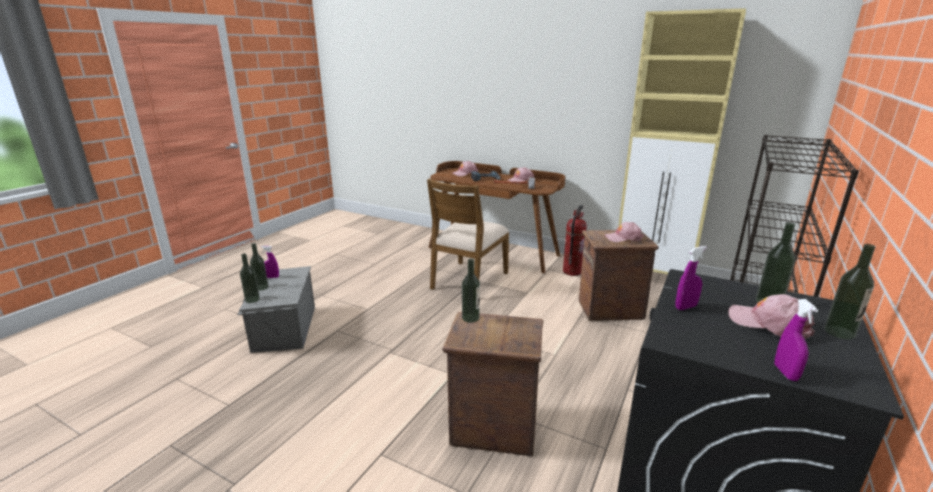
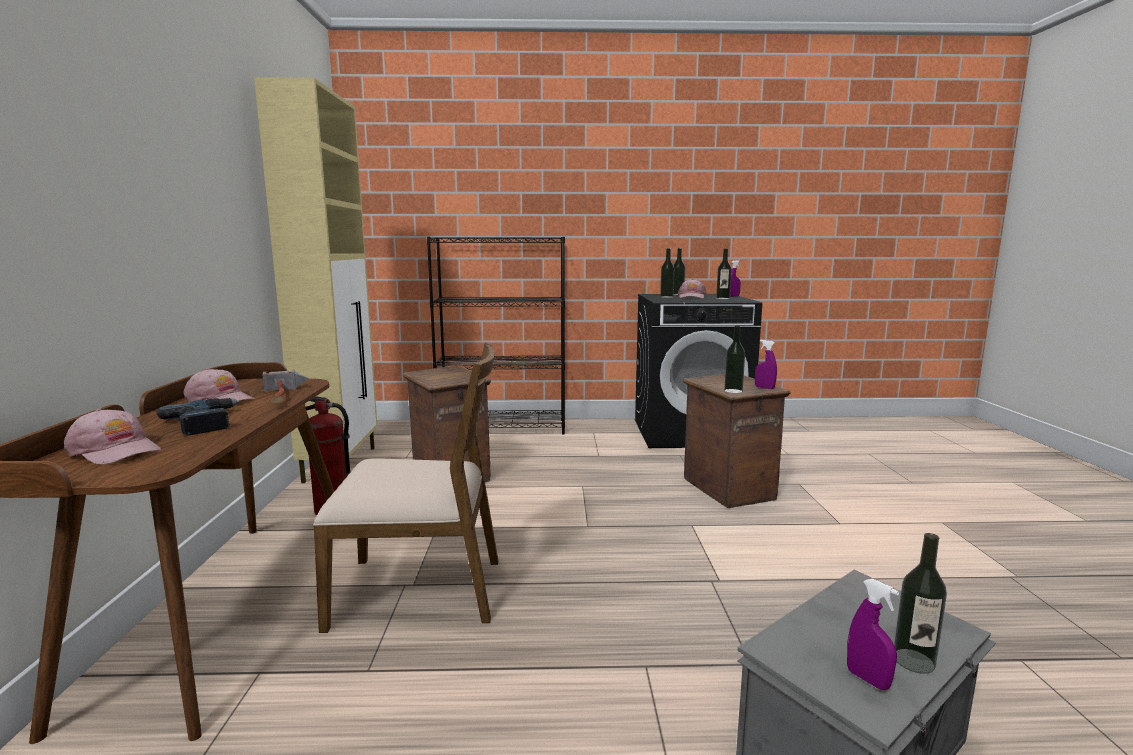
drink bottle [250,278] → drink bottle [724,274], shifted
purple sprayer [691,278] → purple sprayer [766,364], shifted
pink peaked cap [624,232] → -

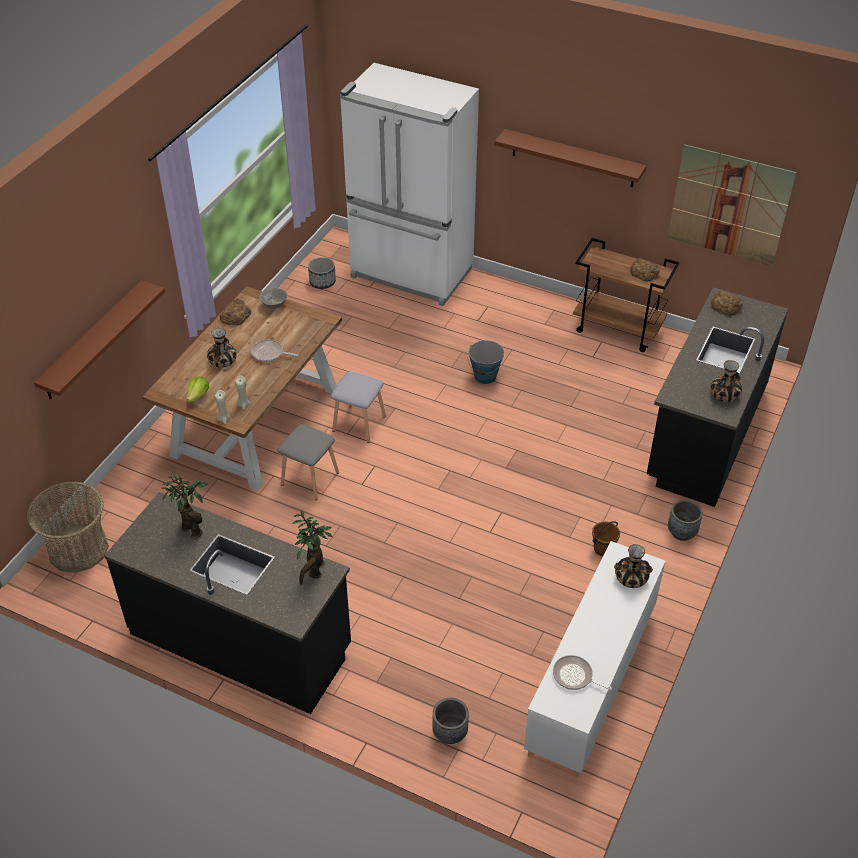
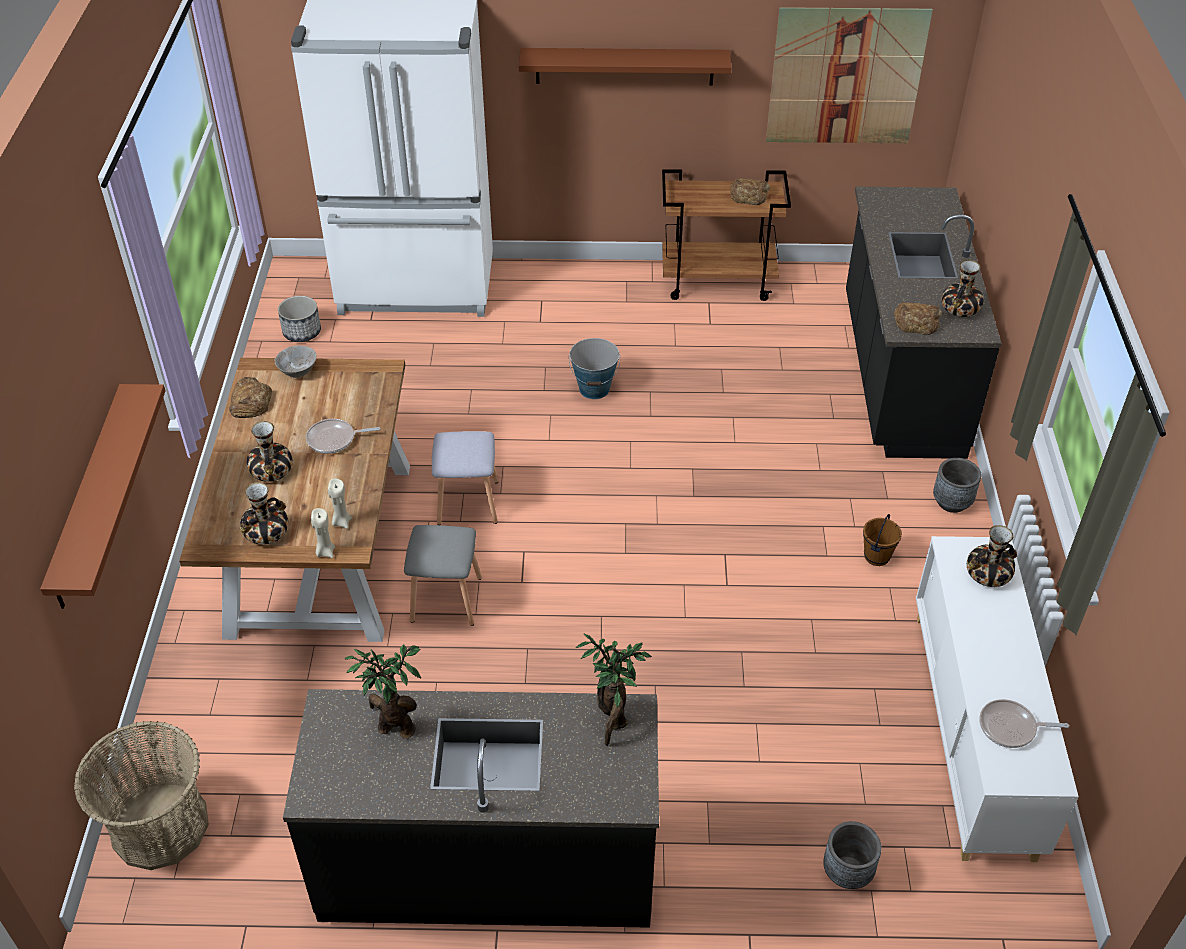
lettuce [198,389] → decorative vase [264,513]
bread [727,303] → bread [918,319], shifted

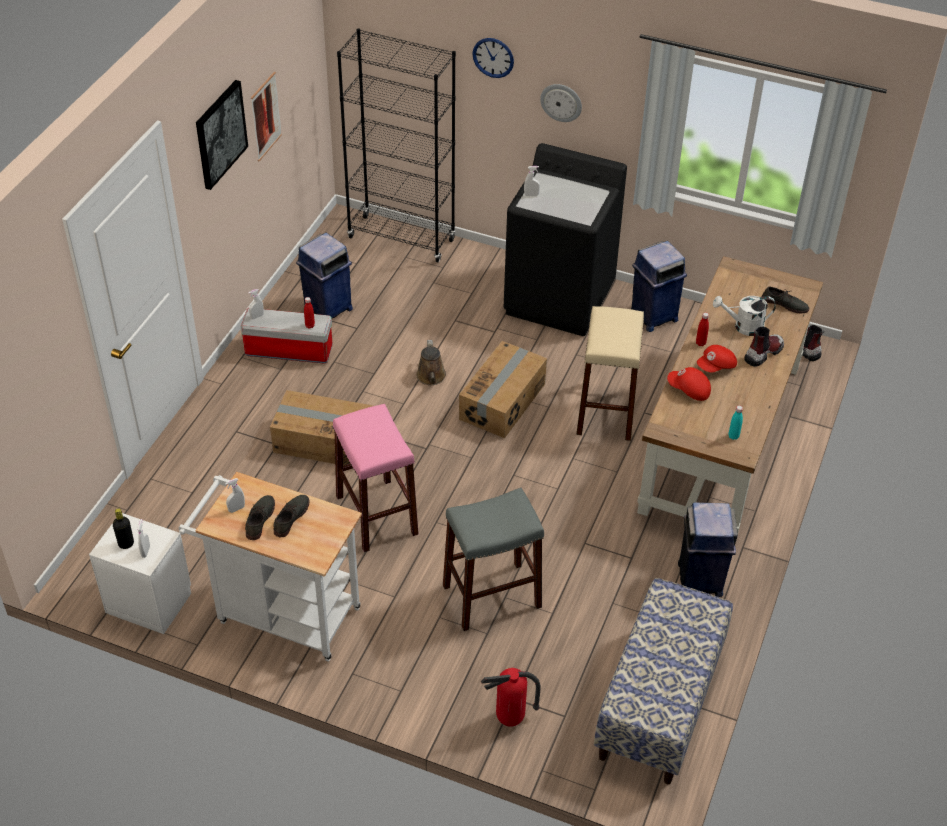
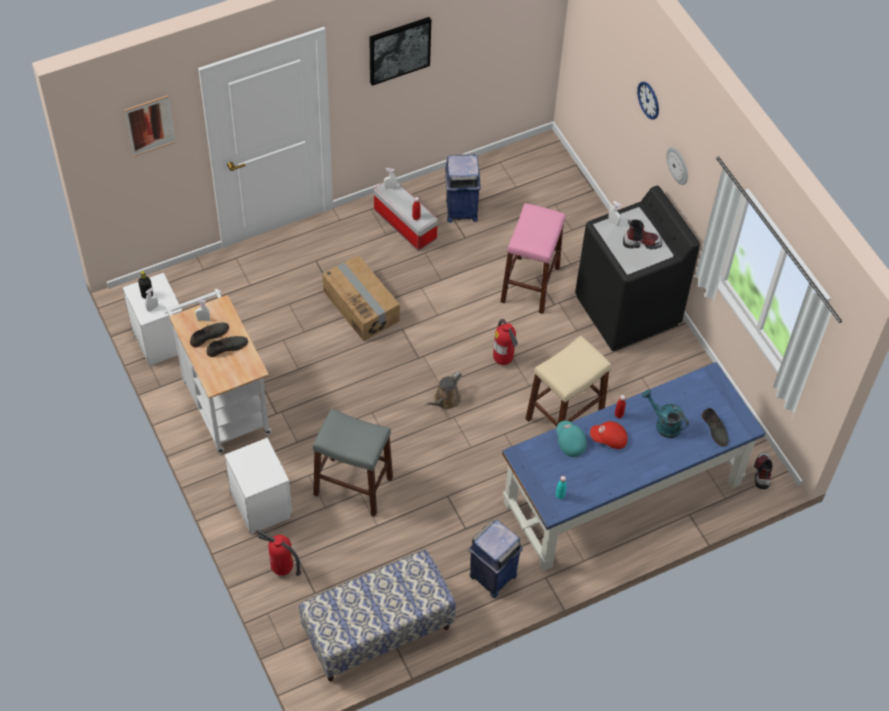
wall art [266,116] → wall art [150,125], shifted
- → whitish night table [258,486]
brown watering pot [431,362] → brown watering pot [443,390], shifted
cardboard box [503,389] → fire extinguisher [505,342]
pink stool seat [376,478] → pink stool seat [532,258], shifted
brown desk unit [730,394] → blue desk unit [633,466]
reddish peaked cap [689,384] → turquoise-coloured peaked cap [571,439]
high-top boot [764,346] → high-top boot [642,234], shifted
whitish watering pot [744,316] → turquoise-coloured watering pot [665,413]
black-coloured bookshelf [396,145] → -
blue trash can [659,286] → -

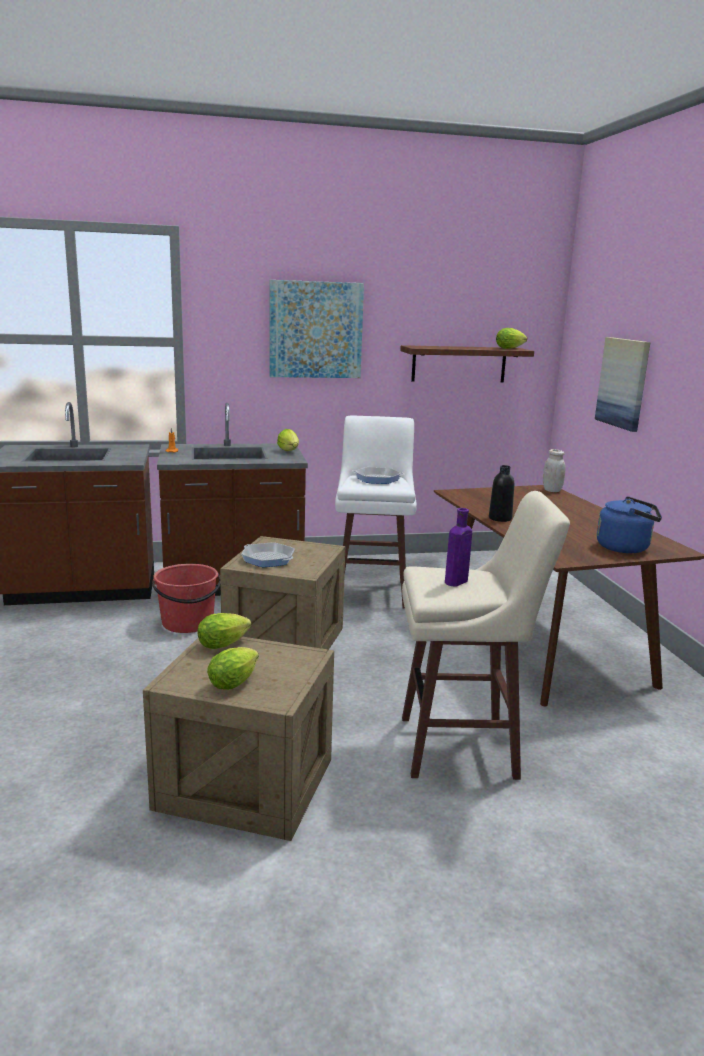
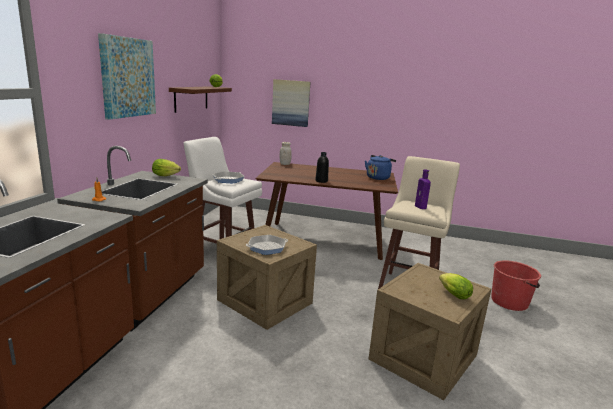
reddish bucket [186,598] → reddish bucket [516,285], shifted
lettuce [224,631] → -

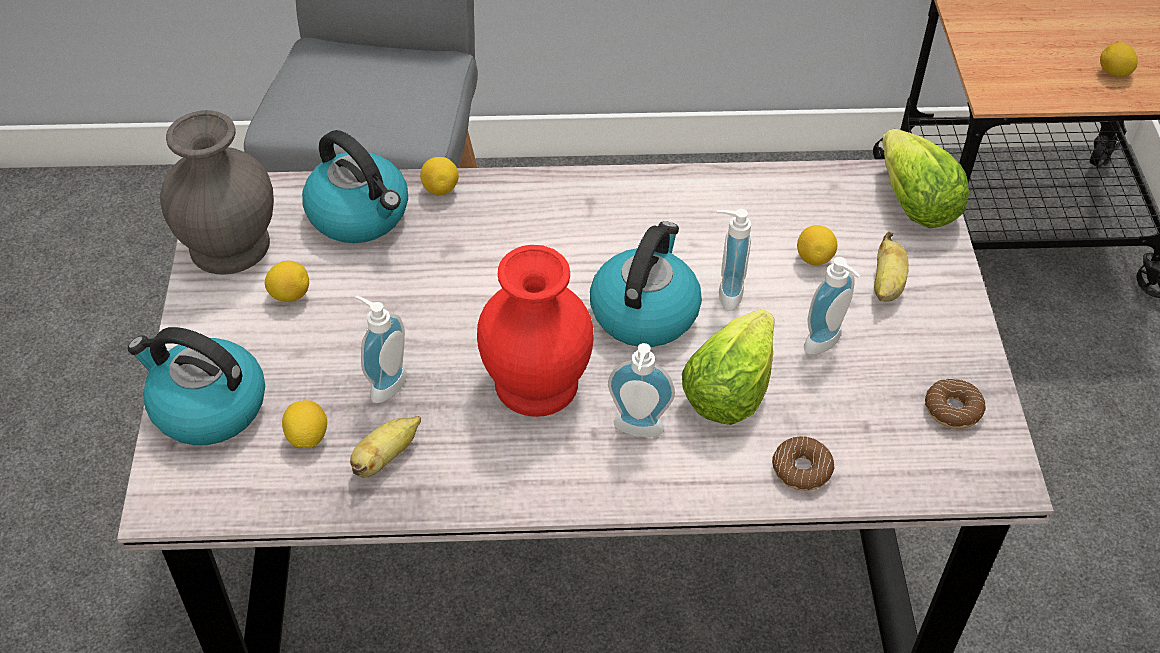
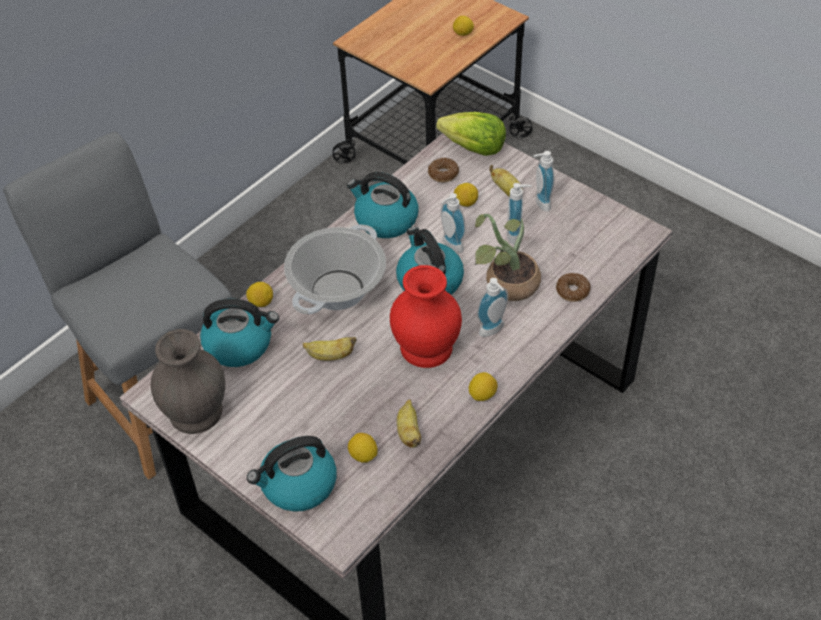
- → saucepot [335,269]
- → whole banana [329,349]
- → water kettle [383,205]
donut [955,403] → donut [443,170], shifted
lemon [287,281] → lemon [483,386], shifted
lettuce [728,367] → plant in a pot [508,257]
liquid soap bottle [381,349] → liquid soap bottle [544,181], shifted

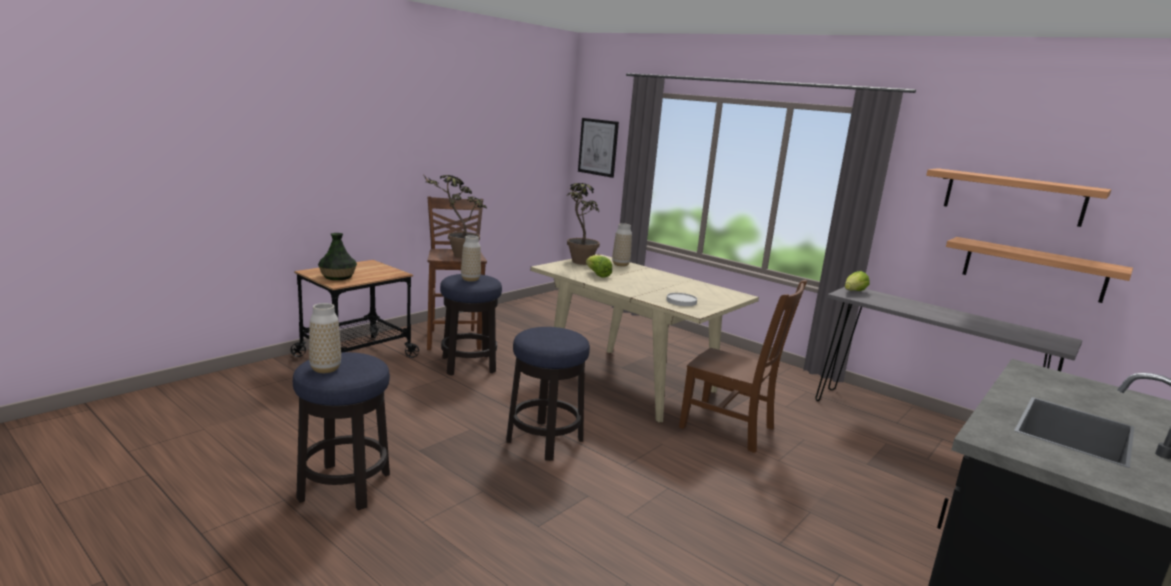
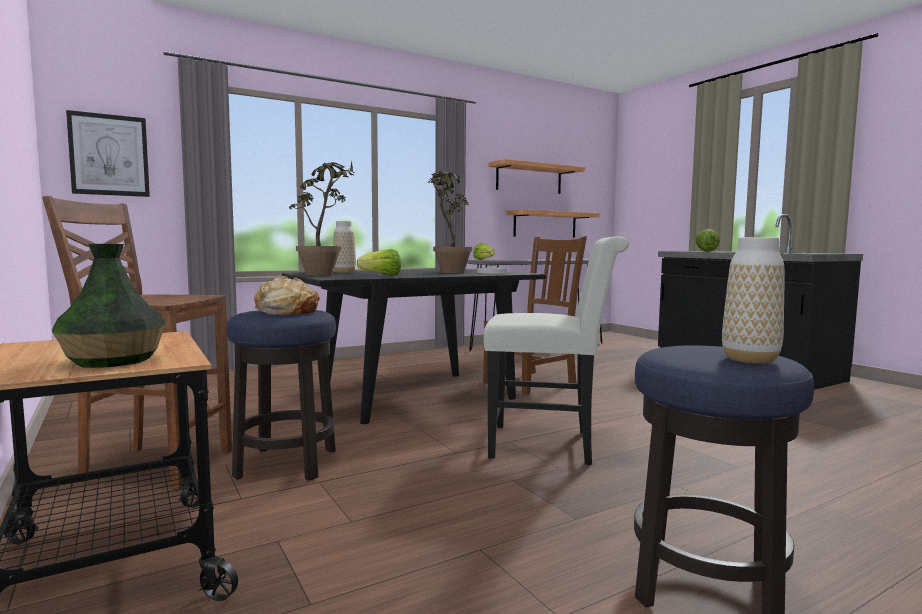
decorative vase [471,258] → bread [287,295]
beige-coloured dinner table [644,338] → black-coloured dinner table [414,346]
plant in a pot [454,215] → plant in a pot [450,222], shifted
stool seat [548,394] → whitish chair [556,350]
- → lettuce [708,240]

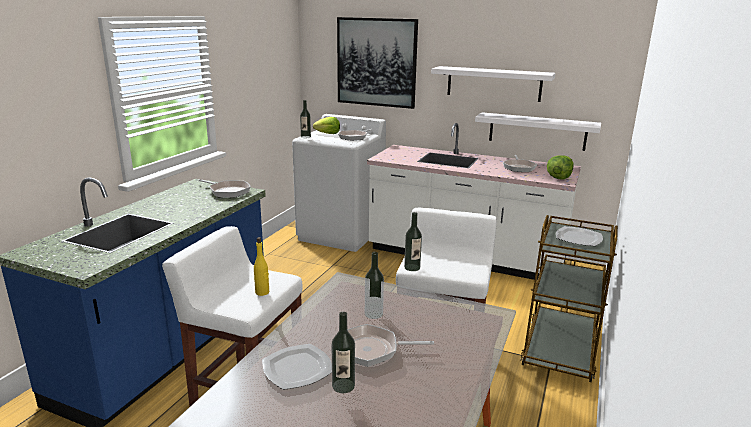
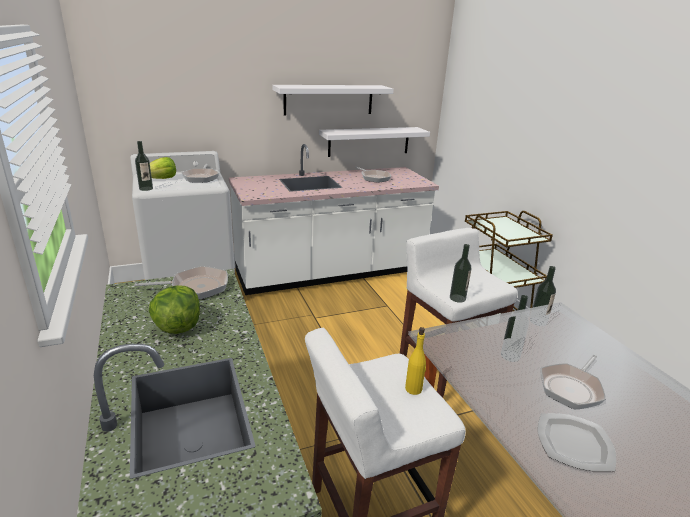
lettuce [560,167] → lettuce [174,309], shifted
drink bottle [343,352] → drink bottle [543,296], shifted
wall art [377,63] → -
plate [579,236] → -

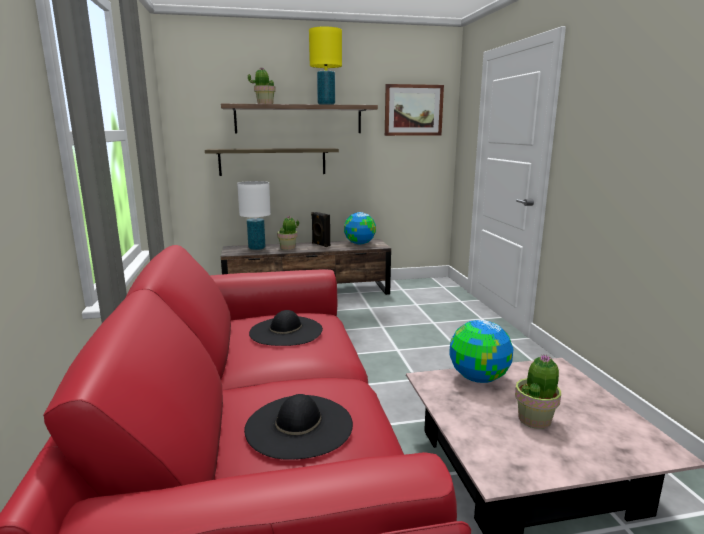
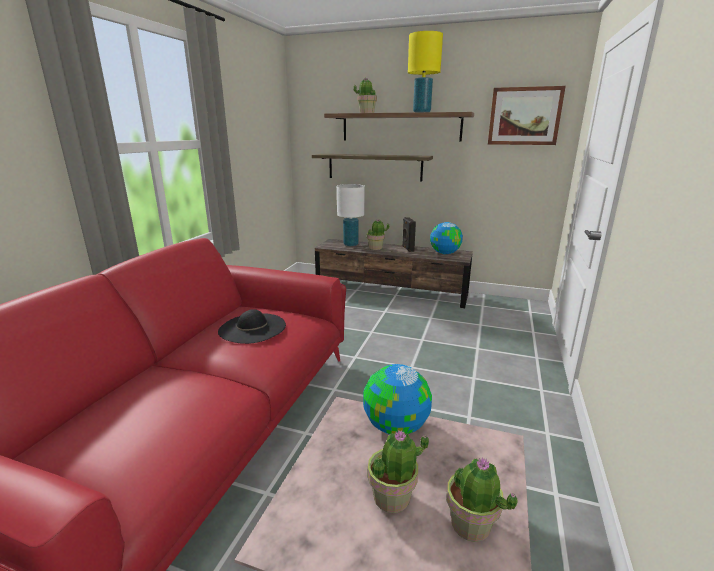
- → plant in a pot [482,499]
black-coloured hat [298,427] → -

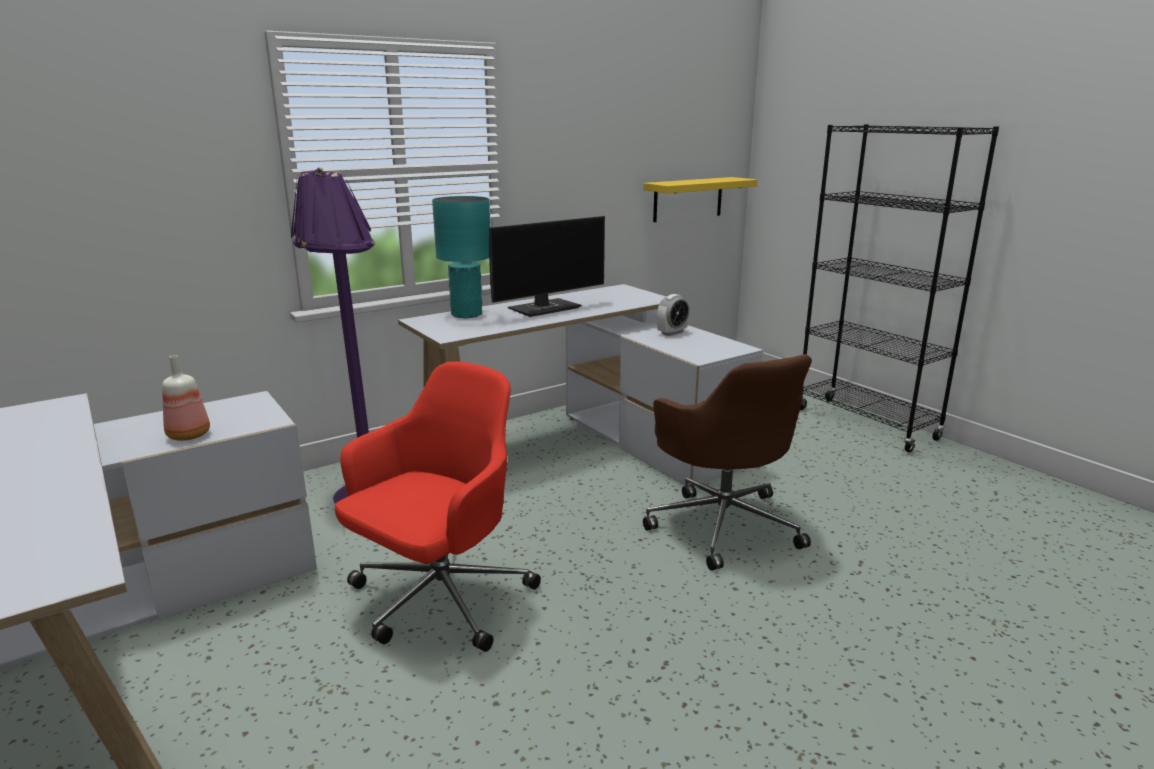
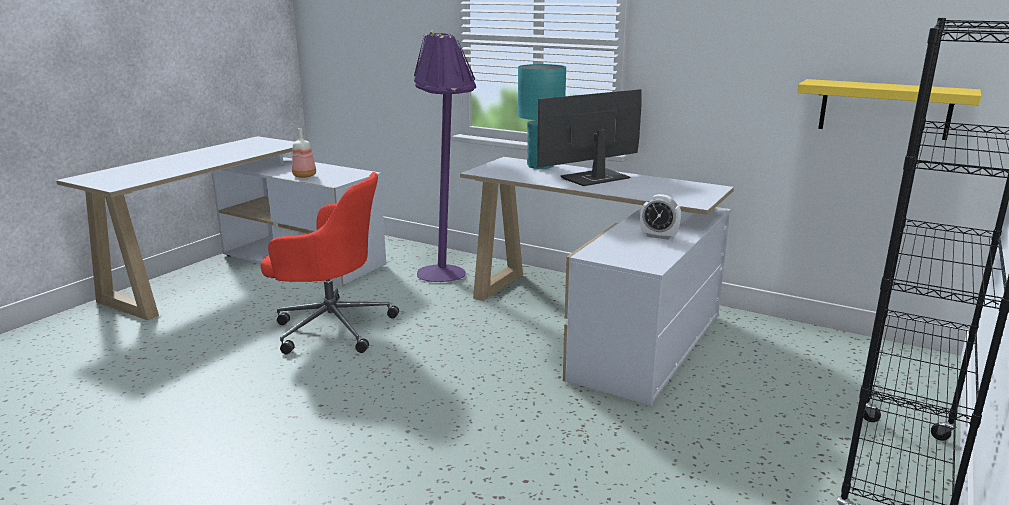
computer display [547,266] → computer display [589,137], 120 degrees clockwise
brown desk chair [727,462] → -

